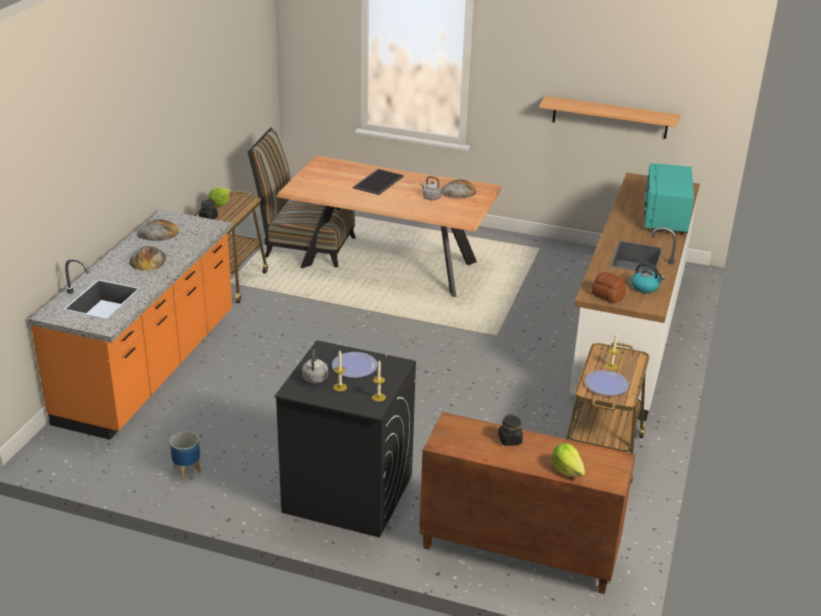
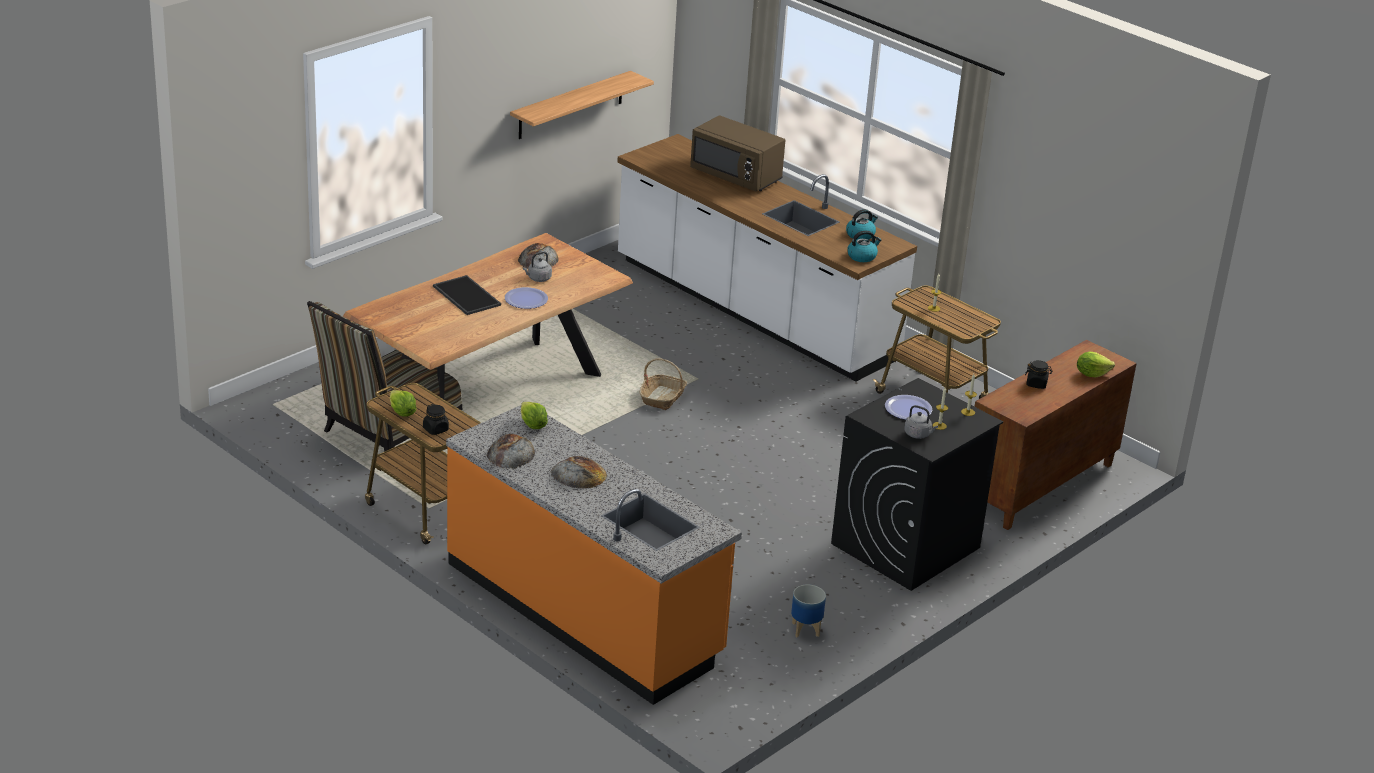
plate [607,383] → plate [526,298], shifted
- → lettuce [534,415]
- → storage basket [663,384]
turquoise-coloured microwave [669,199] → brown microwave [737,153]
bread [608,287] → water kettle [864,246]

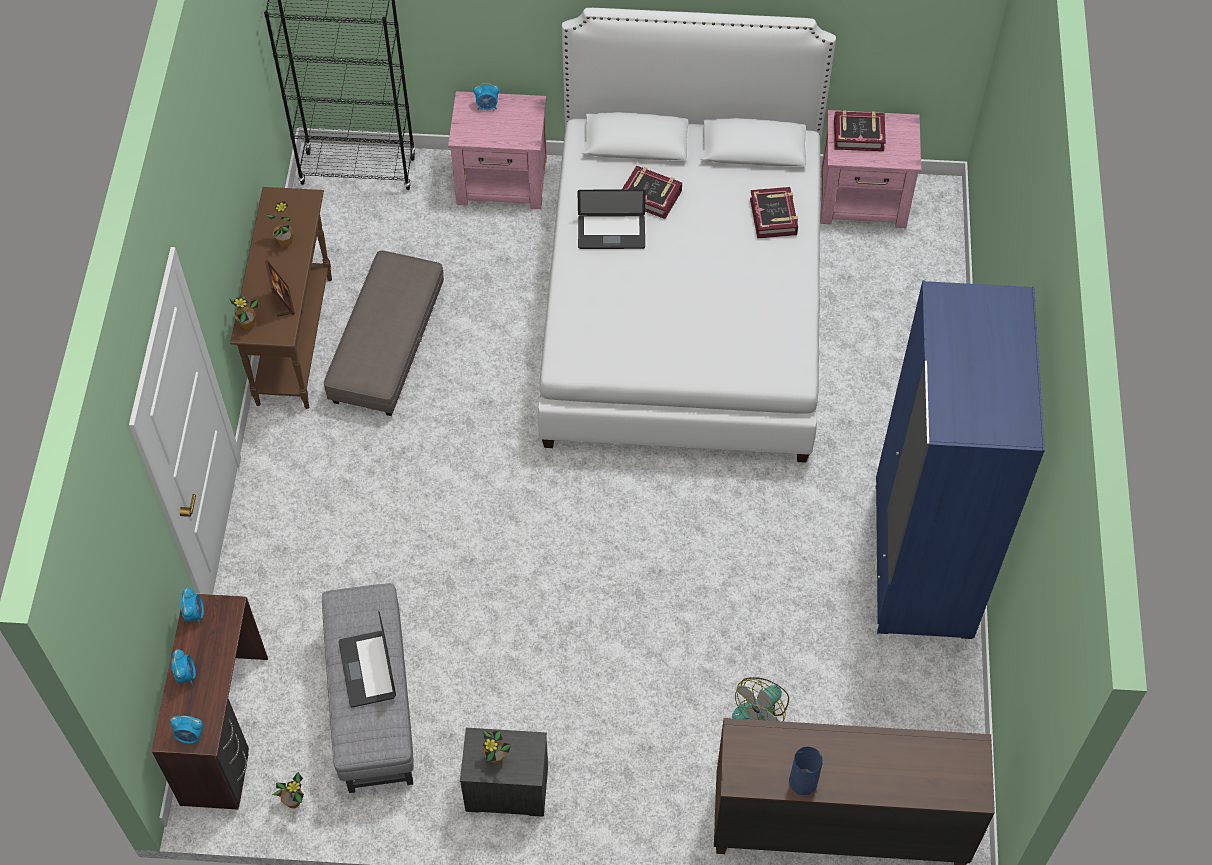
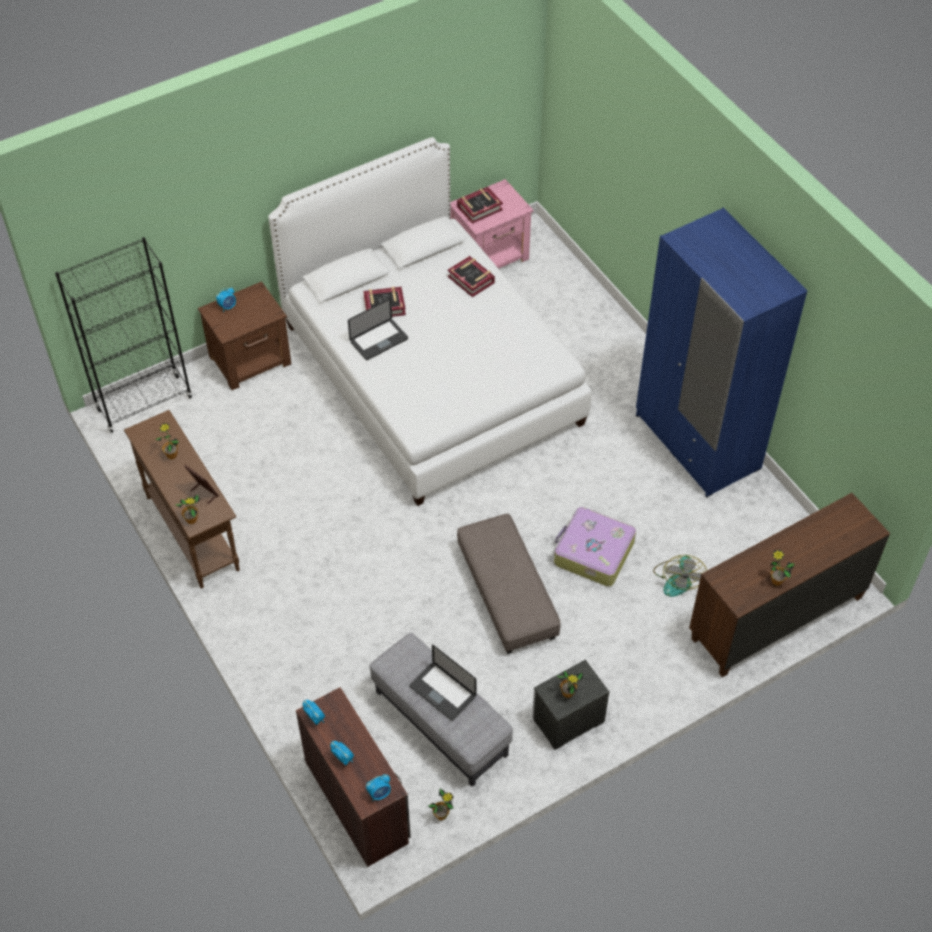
pink night table [497,150] → brown night table [244,335]
gray pouffe [384,333] → gray pouffe [509,584], shifted
- → suitcase [595,547]
blue decorative vase [806,770] → plant in a pot [782,568]

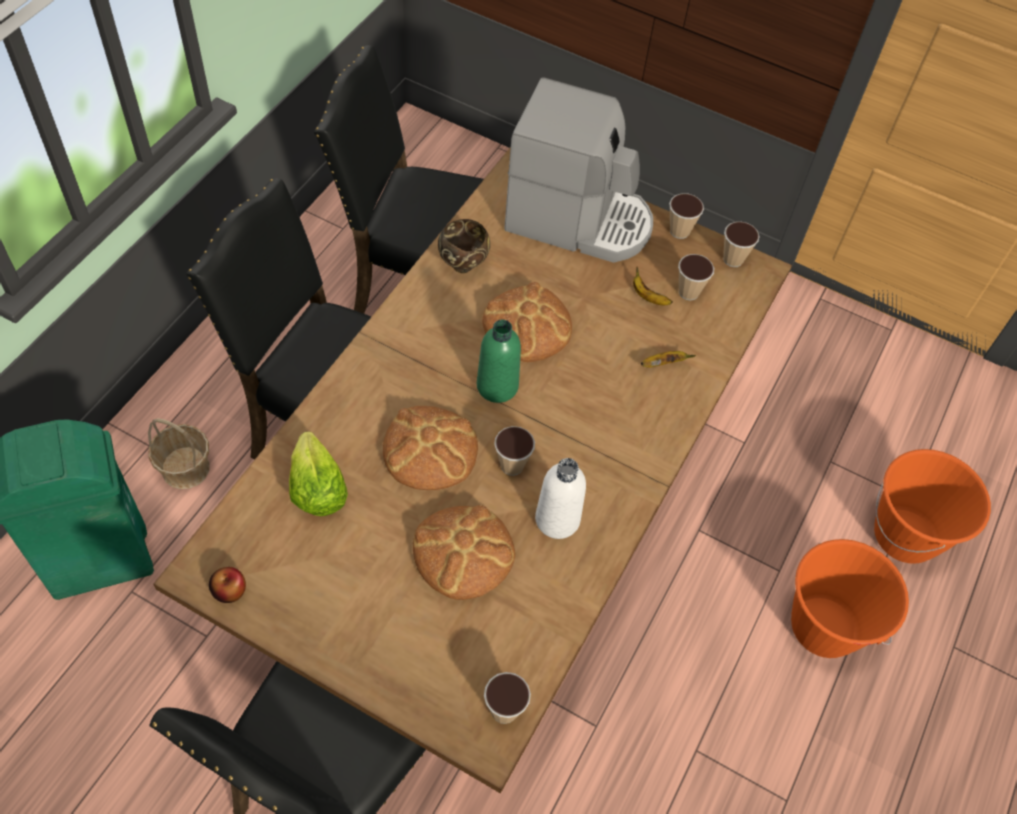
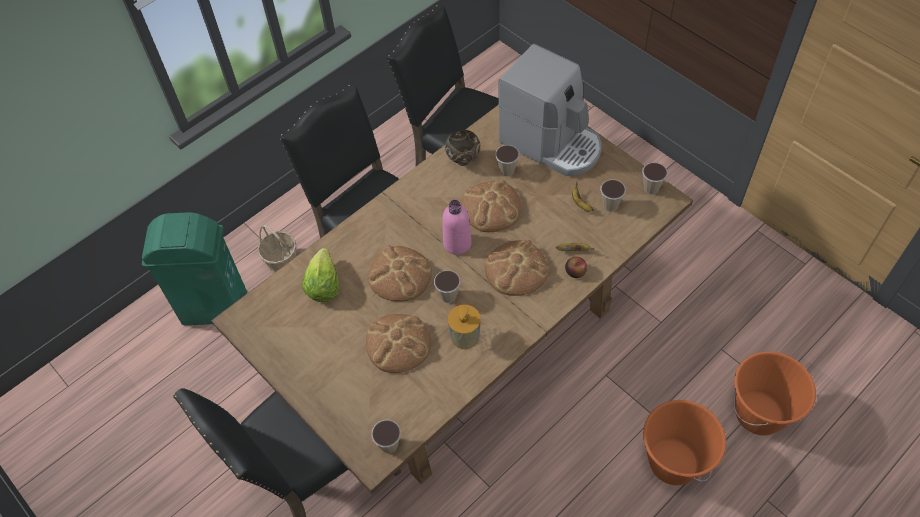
greenish drink bottle [499,361] → pink drink bottle [456,227]
whitish drink bottle [560,498] → liquid soap bottle [464,327]
- → bread [516,268]
small cup [686,216] → small cup [507,160], shifted
whole apple [227,585] → whole apple [576,267], shifted

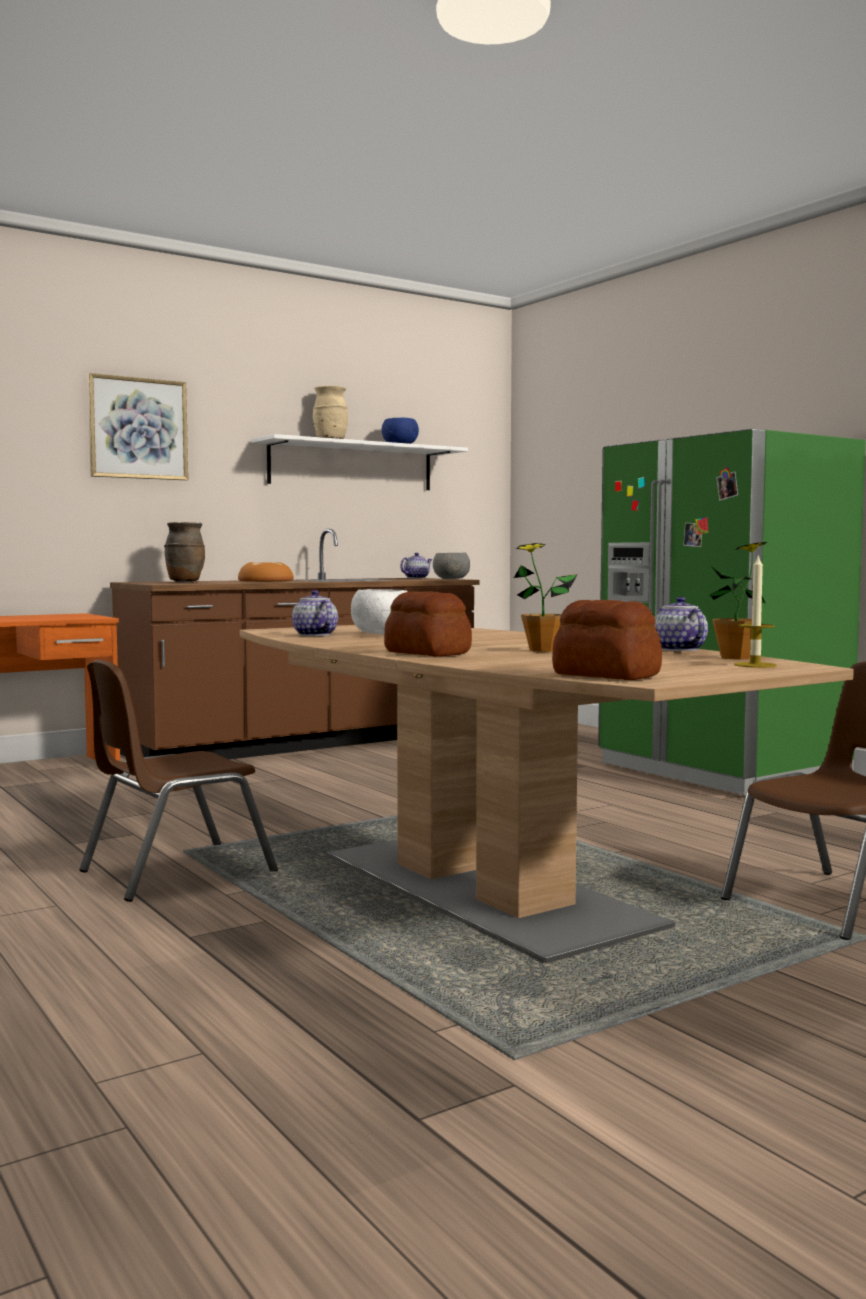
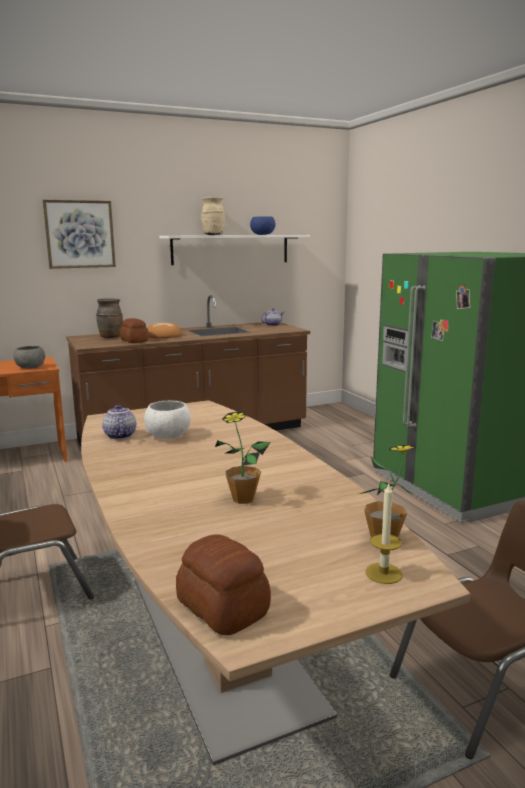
gray bowl [451,566] → gray bowl [29,357], shifted
bread [428,623] → bread [134,330], shifted
tea pot [681,624] → -

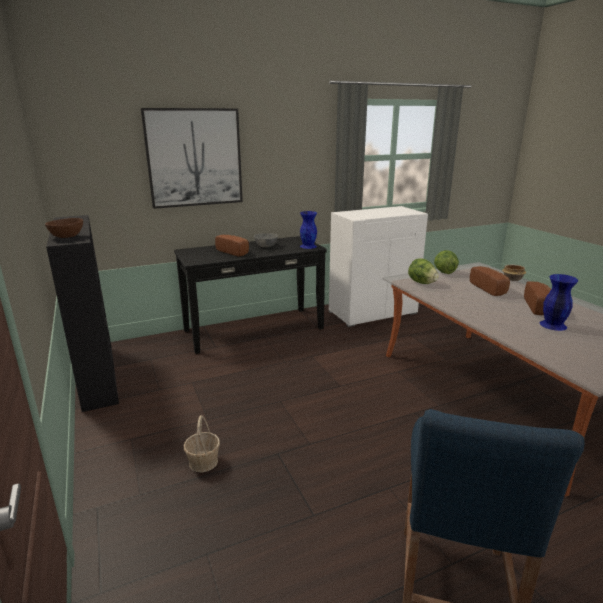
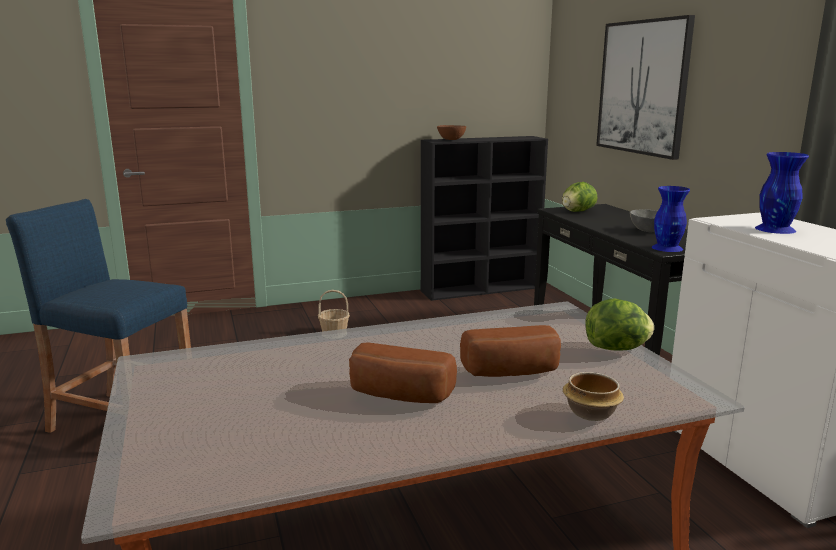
lettuce [423,271] → lettuce [579,197], shifted
blue decorative vase [559,302] → blue decorative vase [782,193], shifted
bread [232,246] → -

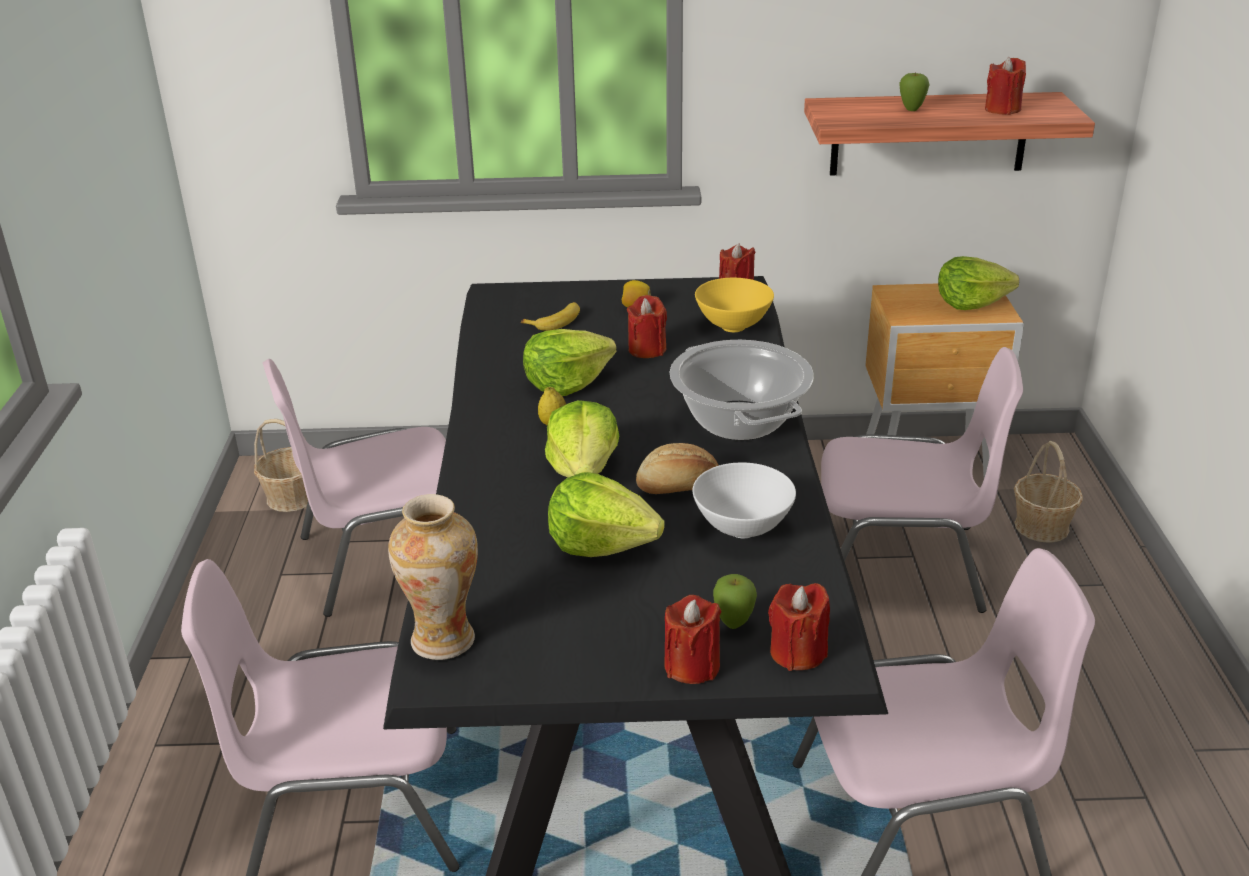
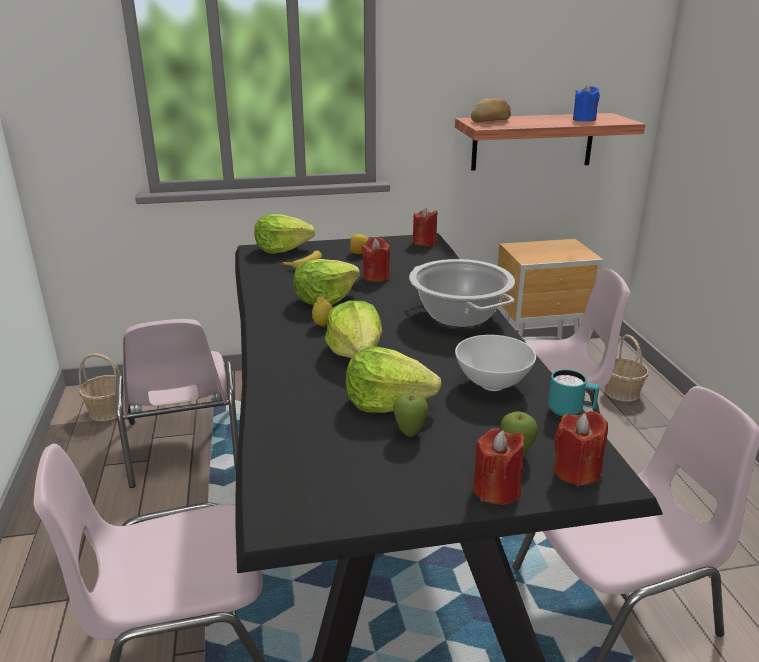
pink chair [354,488] → pink chair [177,403], 75 degrees counterclockwise
lettuce [978,283] → lettuce [284,234], shifted
whole apple [914,92] → whole apple [410,415], shifted
bread [677,468] → bread [491,110], shifted
- → turquoise-coloured tea mug [573,393]
reddish wax light [1005,86] → blue wax light [586,103]
decorative vase [433,577] → -
yellow-coloured bowl [734,305] → -

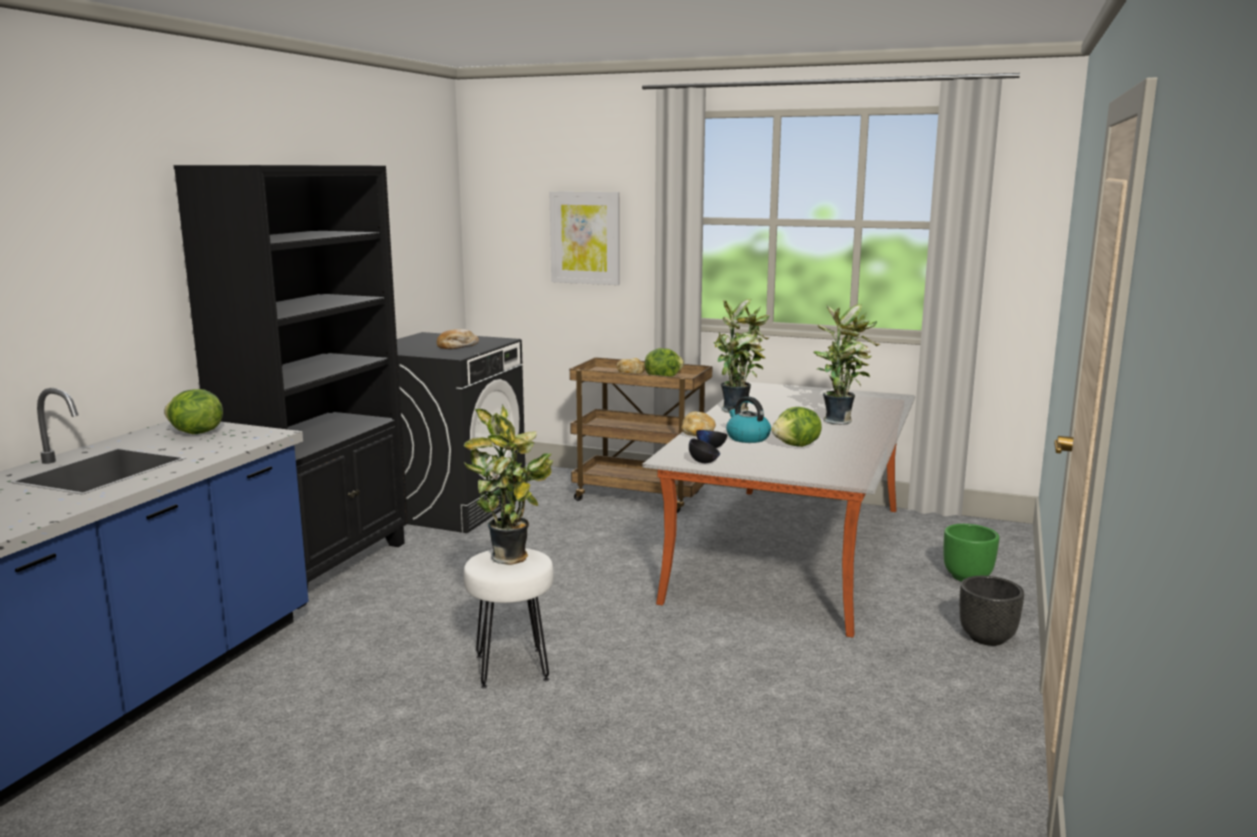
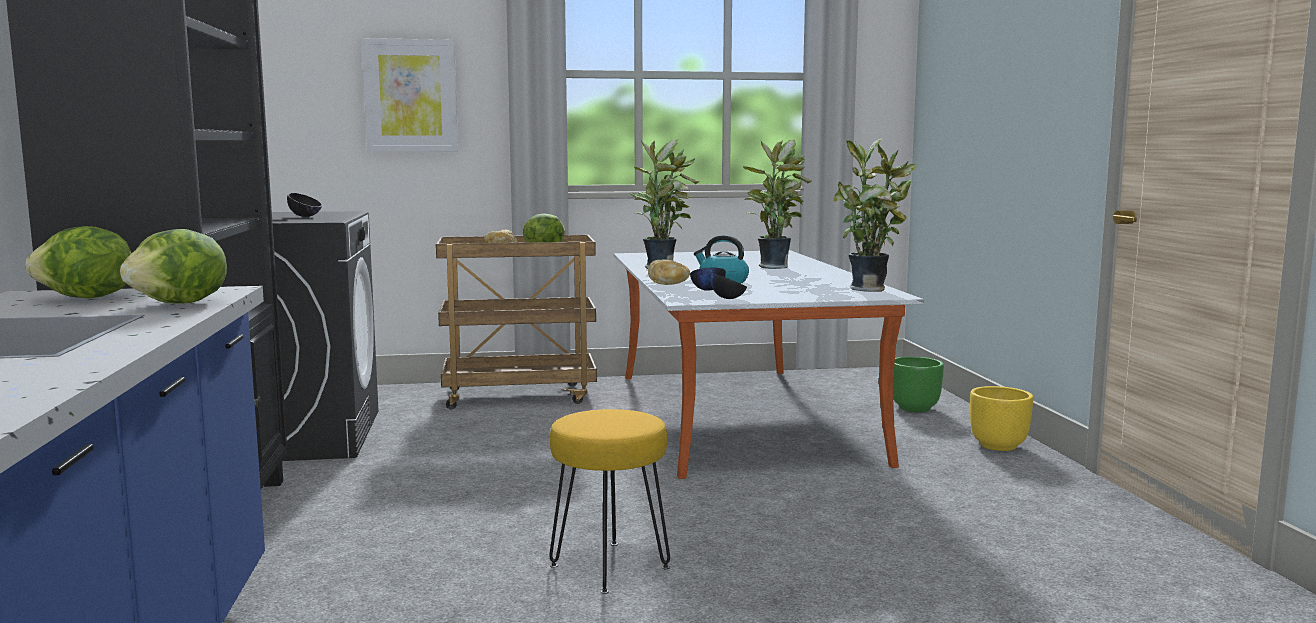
lettuce [796,427] → lettuce [173,266], shifted
bread [458,339] → black-coloured bowl [304,205]
whitish stool seat [508,618] → yellow-coloured stool seat [609,501]
plant in a pot [508,484] → plant in a pot [875,215], shifted
black-coloured planter [991,611] → yellow-coloured planter [1001,418]

